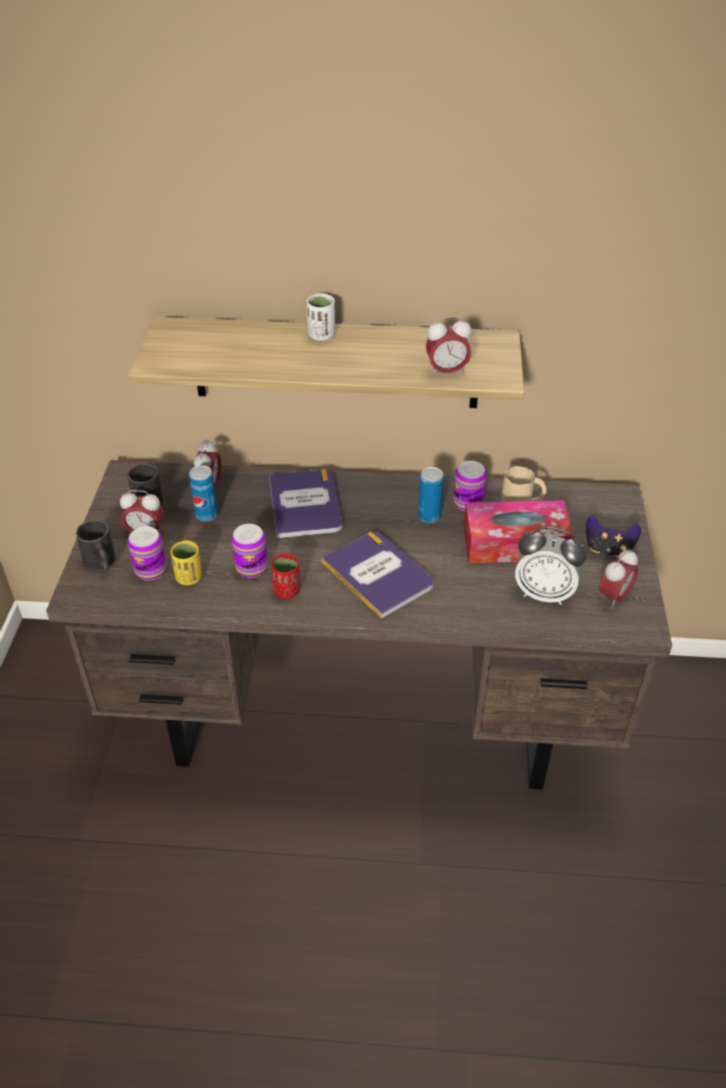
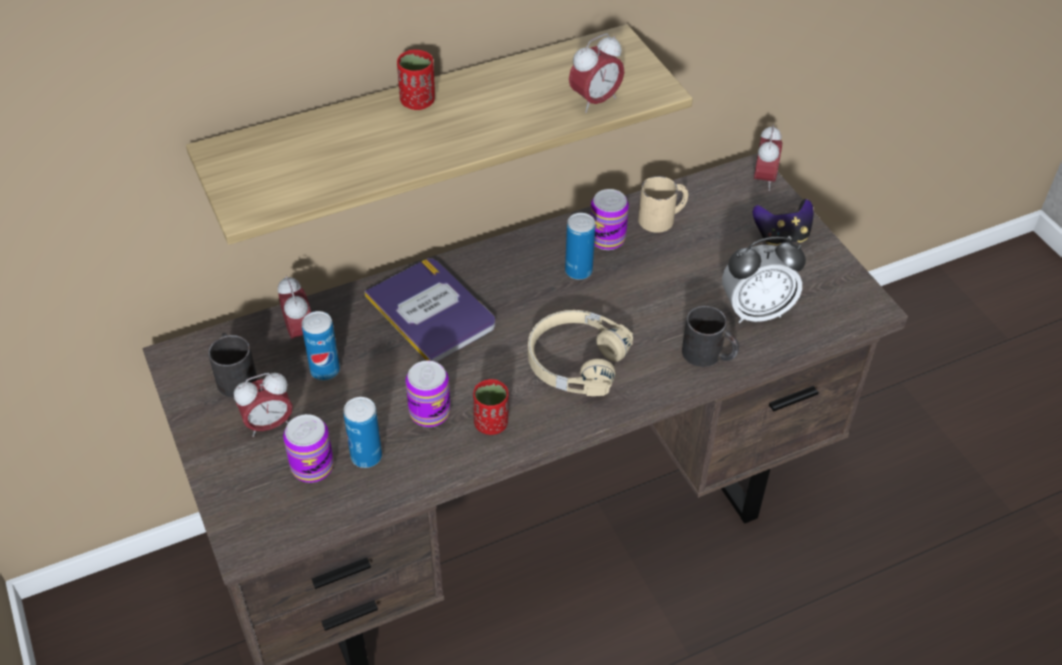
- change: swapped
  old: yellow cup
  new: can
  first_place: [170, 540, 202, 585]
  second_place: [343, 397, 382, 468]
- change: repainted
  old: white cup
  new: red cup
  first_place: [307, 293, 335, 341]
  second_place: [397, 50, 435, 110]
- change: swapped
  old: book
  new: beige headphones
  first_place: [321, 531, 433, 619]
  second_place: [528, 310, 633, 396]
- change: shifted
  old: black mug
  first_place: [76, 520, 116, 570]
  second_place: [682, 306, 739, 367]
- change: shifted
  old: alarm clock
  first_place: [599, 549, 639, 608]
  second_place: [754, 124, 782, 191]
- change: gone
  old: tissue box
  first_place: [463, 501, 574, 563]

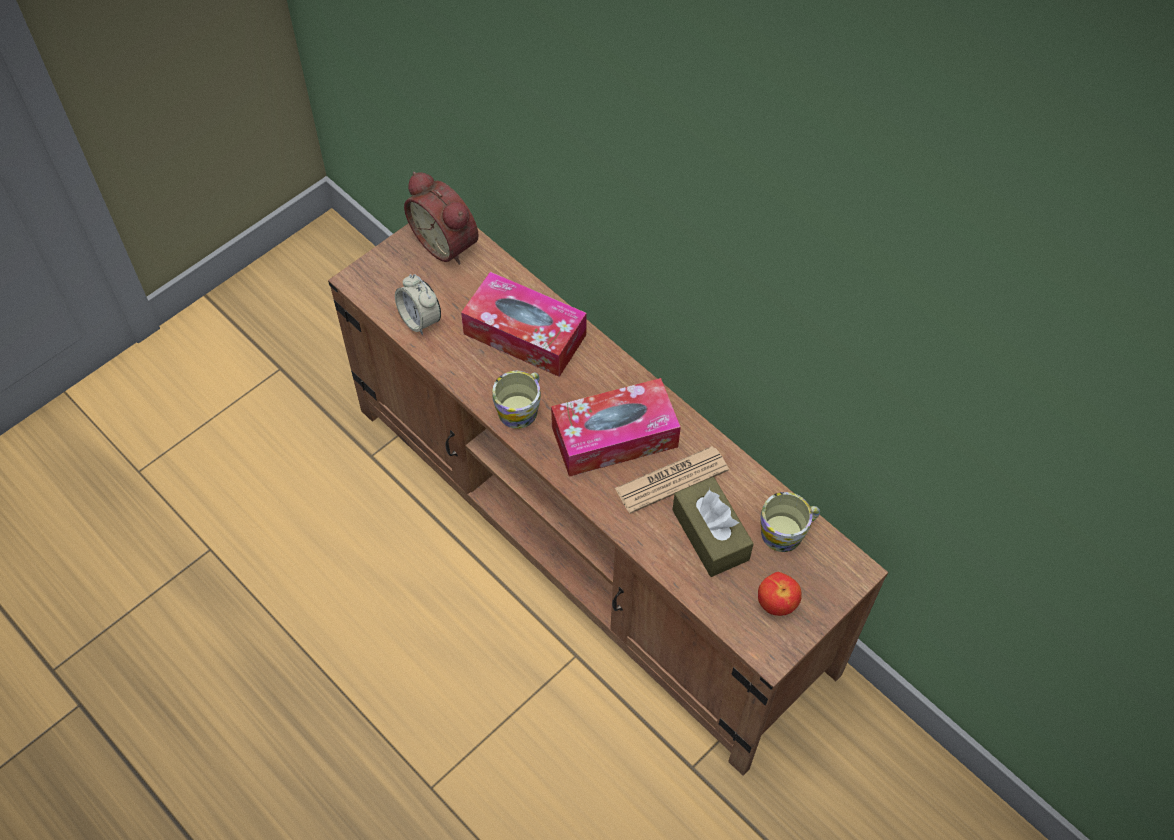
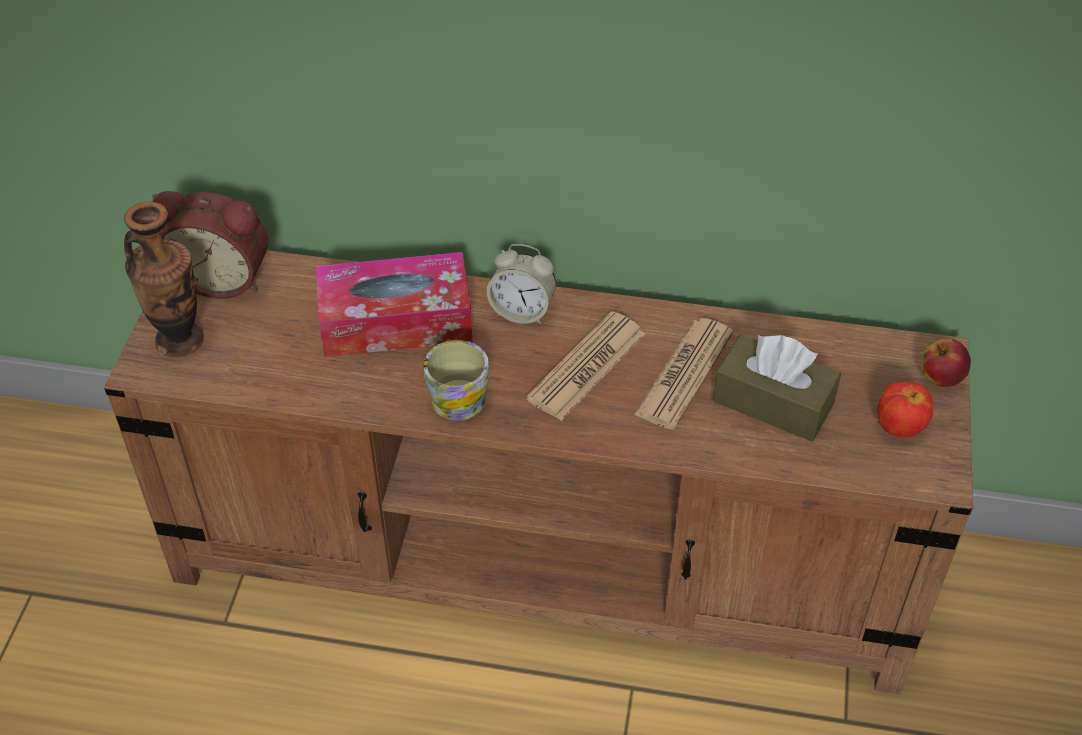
- change: new
  new: vase
  second_place: [124, 202, 204, 358]
- change: shifted
  old: alarm clock
  first_place: [395, 274, 441, 335]
  second_place: [487, 244, 556, 324]
- change: swapped
  old: tissue box
  new: newspaper
  first_place: [551, 378, 681, 476]
  second_place: [526, 311, 645, 421]
- change: new
  new: apple
  second_place: [922, 338, 971, 387]
- change: gone
  old: mug
  first_place: [760, 492, 820, 552]

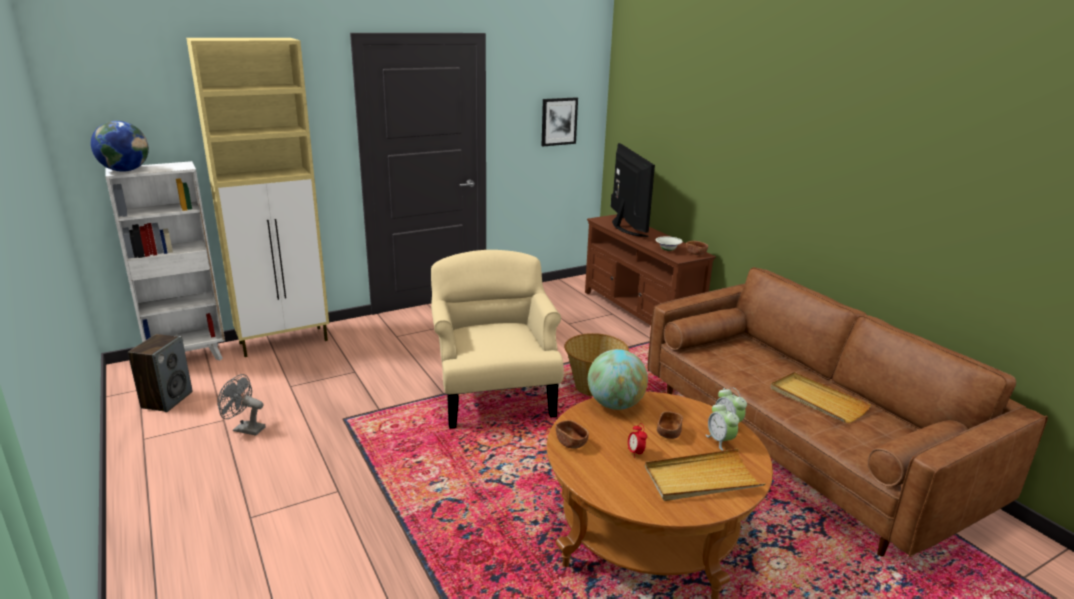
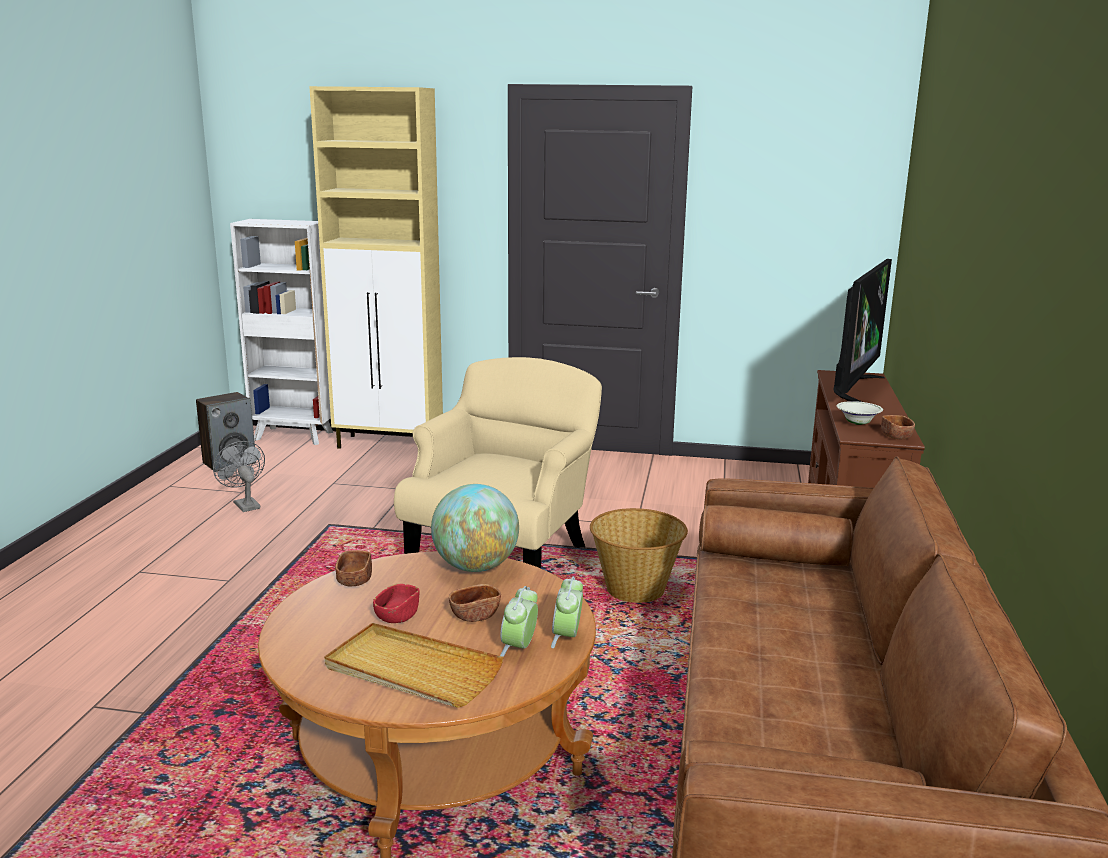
- change: swapped
  old: alarm clock
  new: red bowl
  first_place: [627, 423, 647, 458]
  second_place: [373, 584, 420, 623]
- change: gone
  old: globe
  first_place: [91, 121, 149, 172]
- change: gone
  old: picture
  first_place: [542, 97, 578, 146]
- change: gone
  old: beige tray
  first_place: [771, 372, 871, 423]

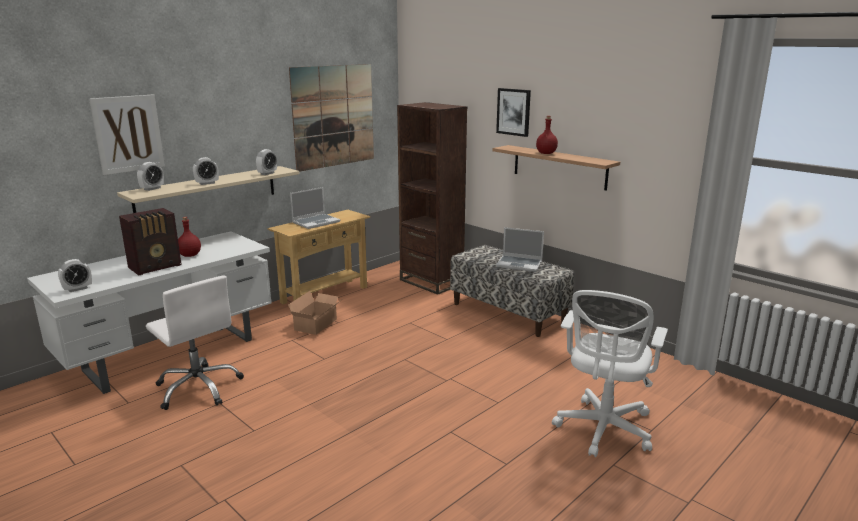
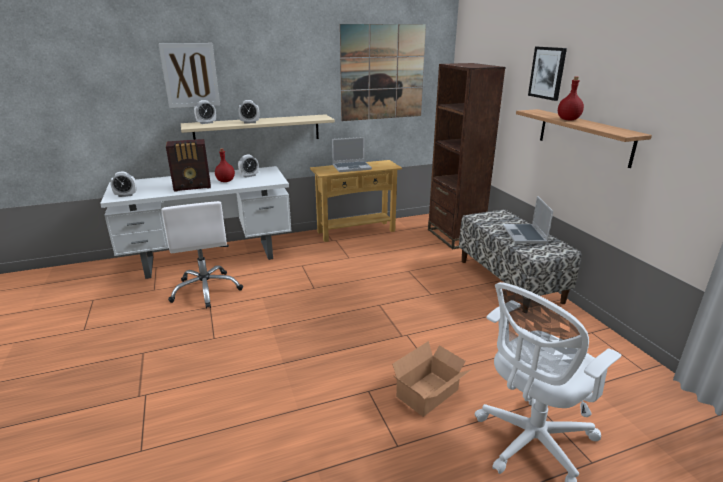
- change: shifted
  old: alarm clock
  first_place: [256, 149, 277, 175]
  second_place: [238, 154, 259, 178]
- change: shifted
  old: cardboard box
  first_place: [288, 291, 341, 335]
  second_place: [392, 341, 471, 417]
- change: rotated
  old: laptop
  first_place: [496, 227, 544, 272]
  second_place: [503, 196, 553, 243]
  degrees: 45

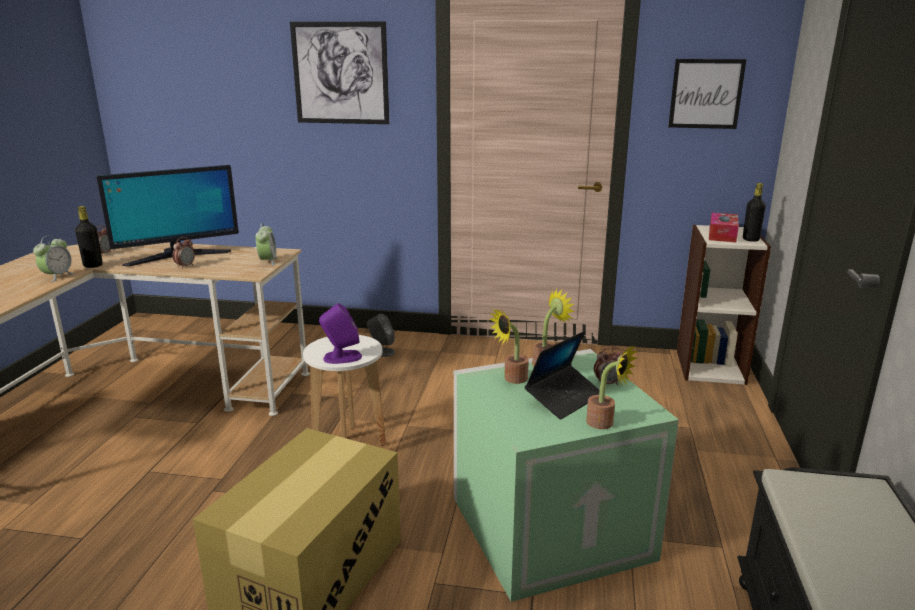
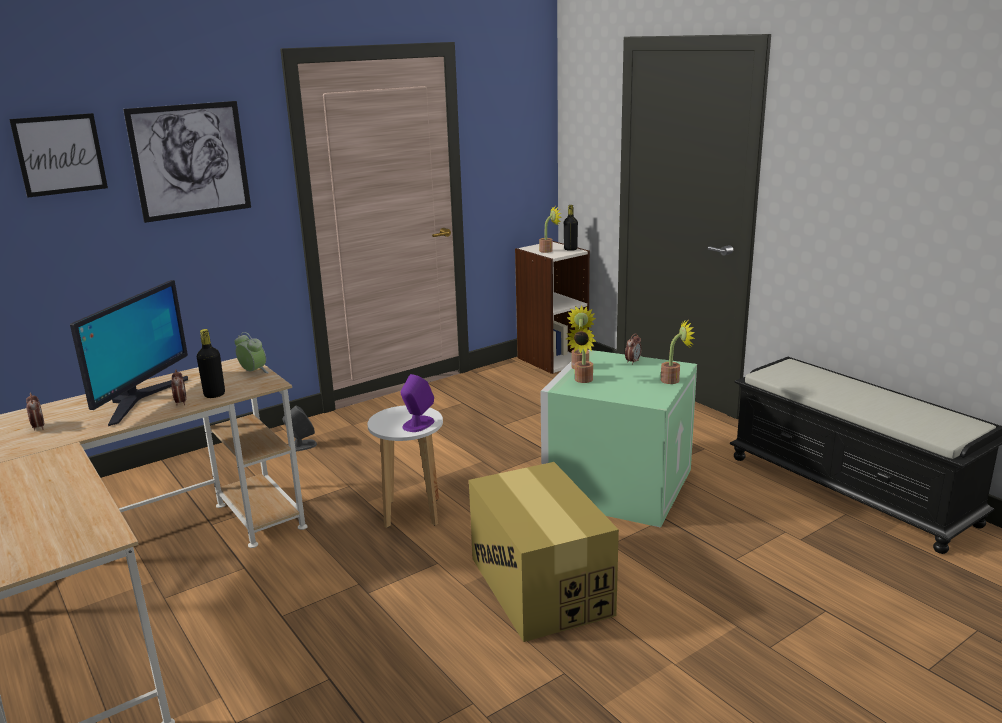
- change: shifted
  old: picture
  first_place: [668, 59, 746, 129]
  second_place: [9, 113, 108, 197]
- change: shifted
  old: black bottle
  first_place: [75, 206, 103, 268]
  second_place: [197, 329, 225, 398]
- change: swapped
  old: tissue box
  new: potted plant
  first_place: [709, 212, 739, 242]
  second_place: [539, 206, 562, 253]
- change: gone
  old: alarm clock
  first_place: [33, 235, 75, 282]
- change: gone
  old: laptop
  first_place: [525, 331, 600, 420]

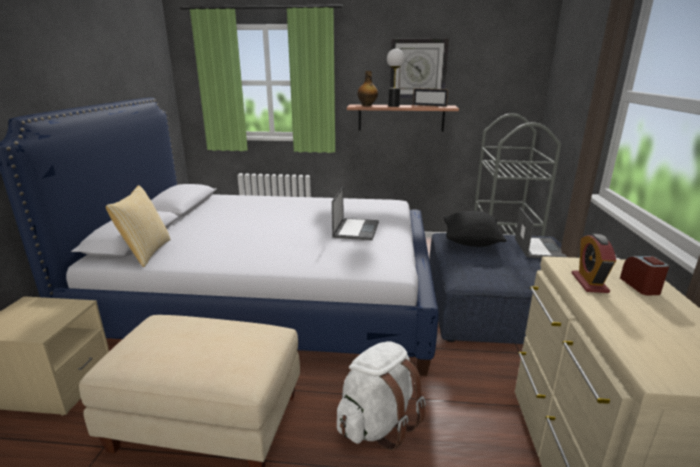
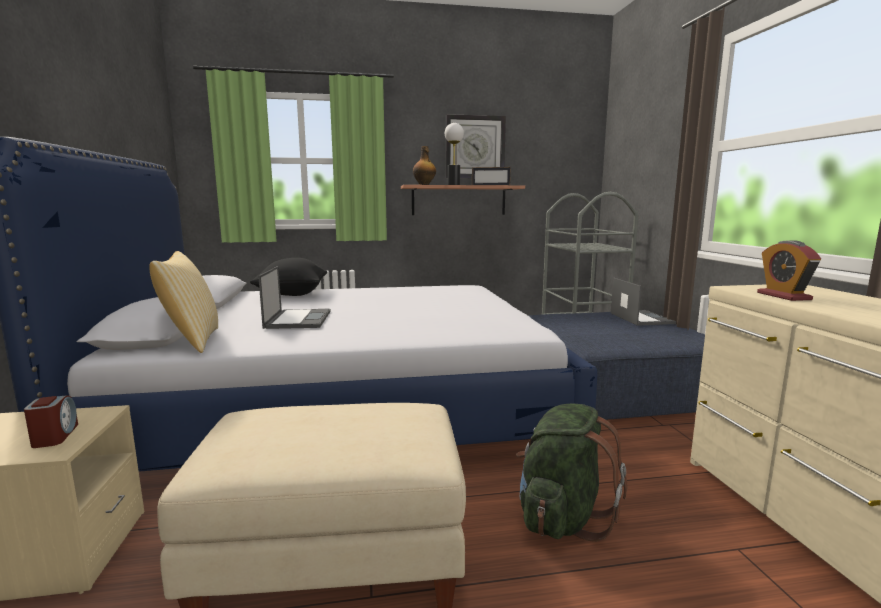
- change: shifted
  old: alarm clock
  first_place: [620, 256, 669, 295]
  second_place: [24, 395, 78, 448]
- change: shifted
  old: black pillow
  first_place: [443, 211, 506, 247]
  second_place: [250, 258, 327, 296]
- change: shifted
  old: laptop
  first_place: [332, 187, 379, 241]
  second_place: [258, 266, 331, 329]
- change: repainted
  old: white backpack
  new: green backpack
  first_place: [337, 341, 426, 451]
  second_place: [516, 403, 627, 542]

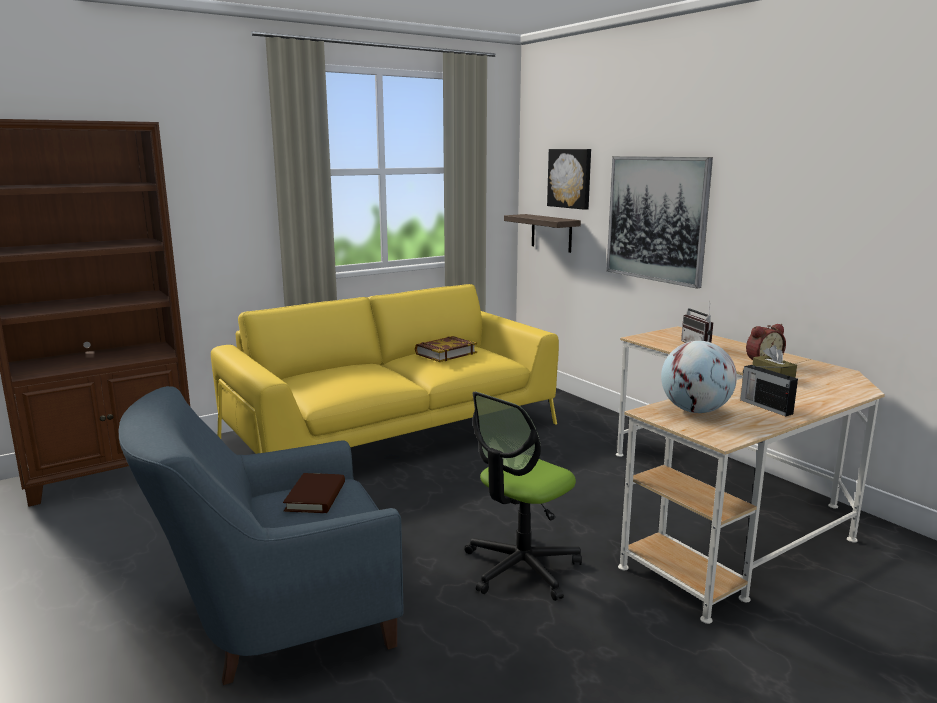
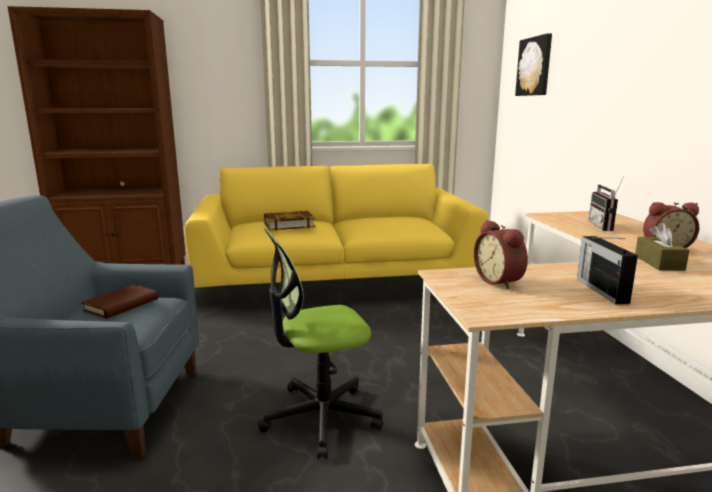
- change: shifted
  old: book
  first_place: [415, 336, 477, 362]
  second_place: [264, 211, 316, 231]
- change: swapped
  old: globe
  new: alarm clock
  first_place: [661, 341, 737, 413]
  second_place: [474, 220, 528, 289]
- change: gone
  old: shelf
  first_place: [504, 214, 581, 253]
- change: gone
  old: picture
  first_place: [606, 156, 713, 289]

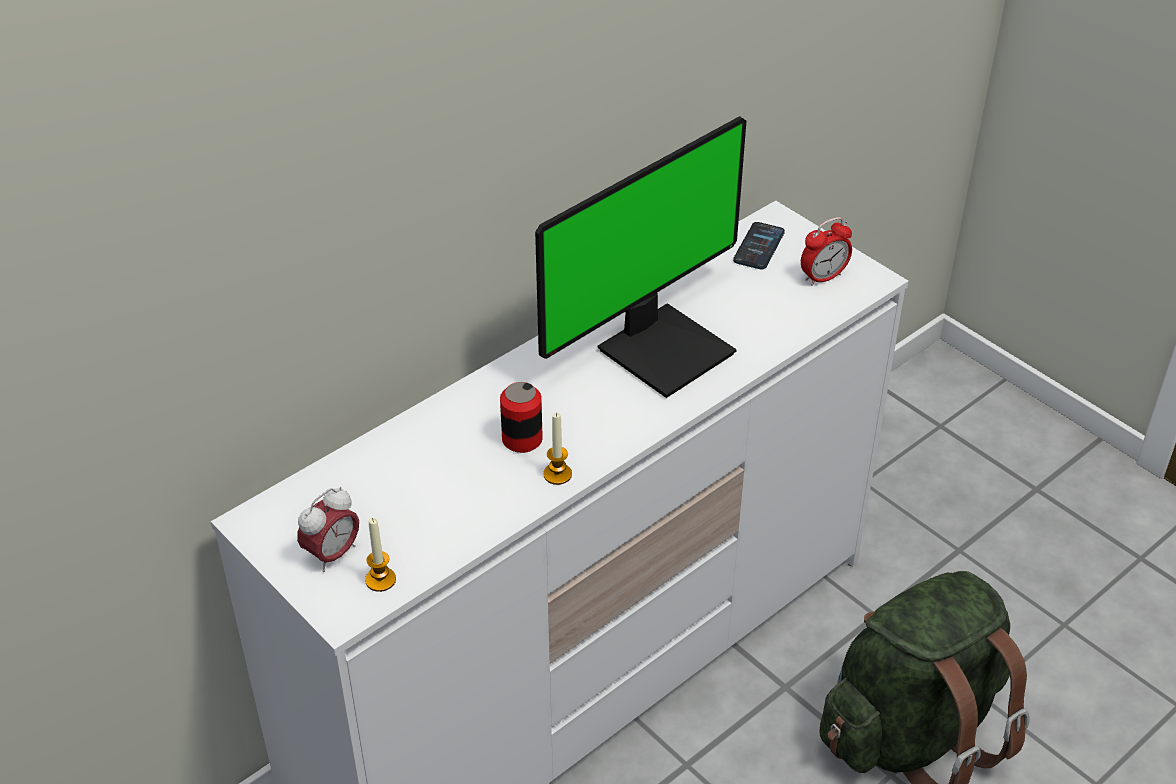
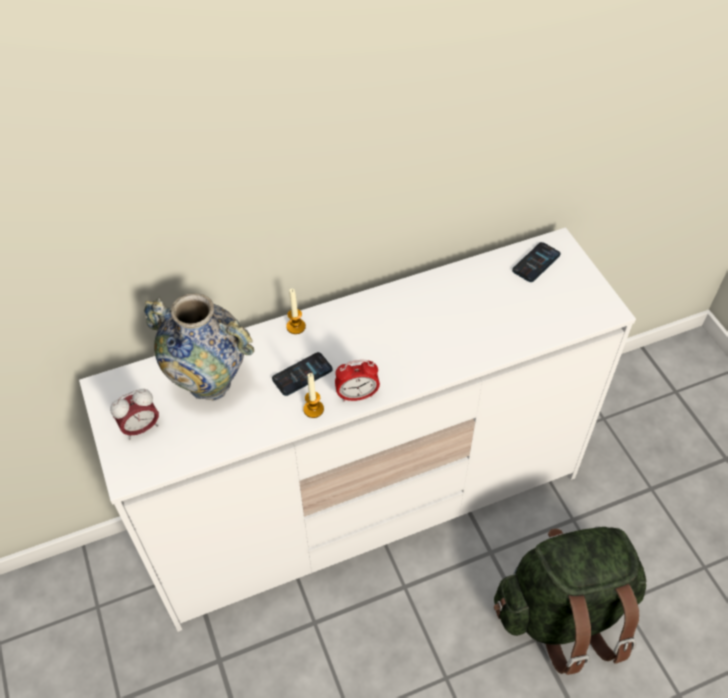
- change: new
  new: vase
  second_place: [144, 293, 254, 400]
- change: swapped
  old: can
  new: phone
  first_place: [500, 382, 543, 453]
  second_place: [272, 352, 332, 396]
- change: shifted
  old: candle
  first_place: [365, 517, 396, 592]
  second_place: [286, 289, 306, 334]
- change: shifted
  old: alarm clock
  first_place: [801, 217, 852, 286]
  second_place: [335, 360, 380, 401]
- change: gone
  old: monitor
  first_place: [535, 116, 746, 398]

